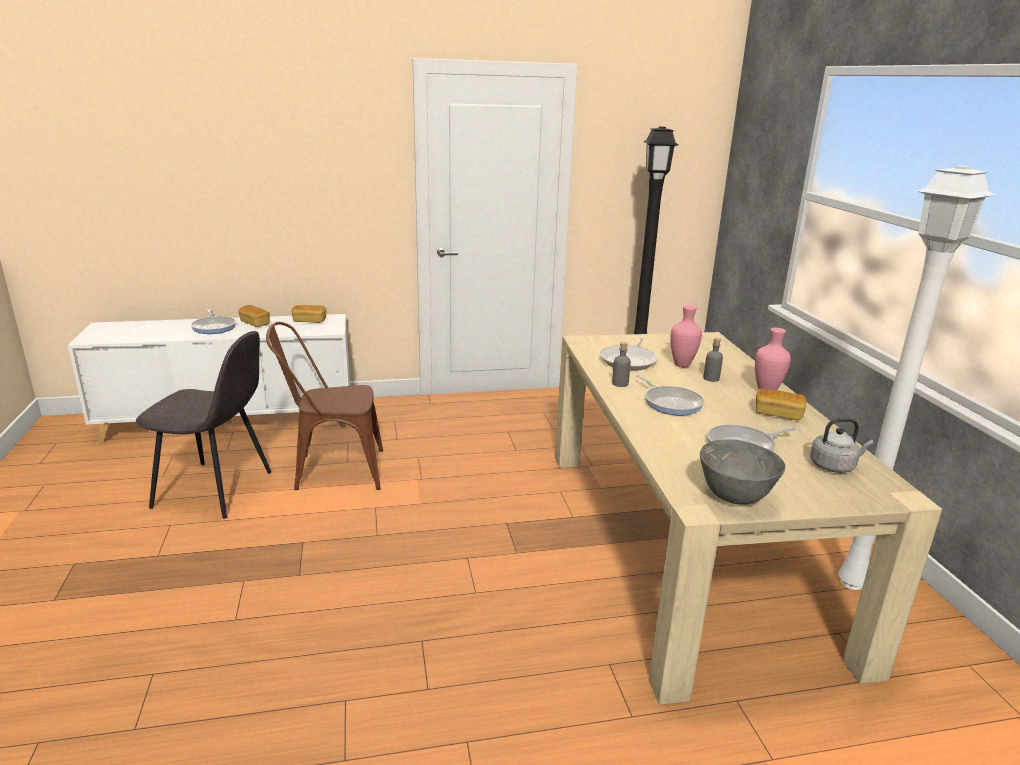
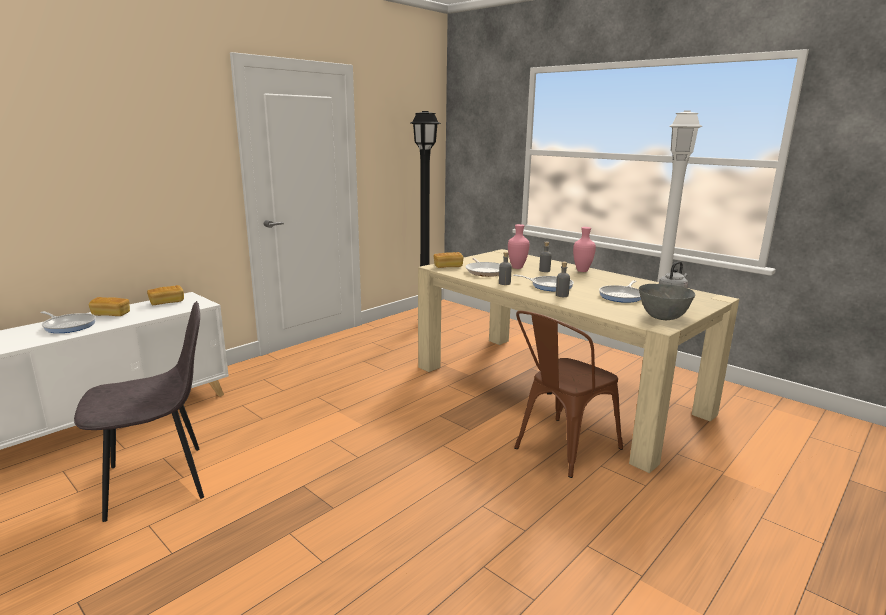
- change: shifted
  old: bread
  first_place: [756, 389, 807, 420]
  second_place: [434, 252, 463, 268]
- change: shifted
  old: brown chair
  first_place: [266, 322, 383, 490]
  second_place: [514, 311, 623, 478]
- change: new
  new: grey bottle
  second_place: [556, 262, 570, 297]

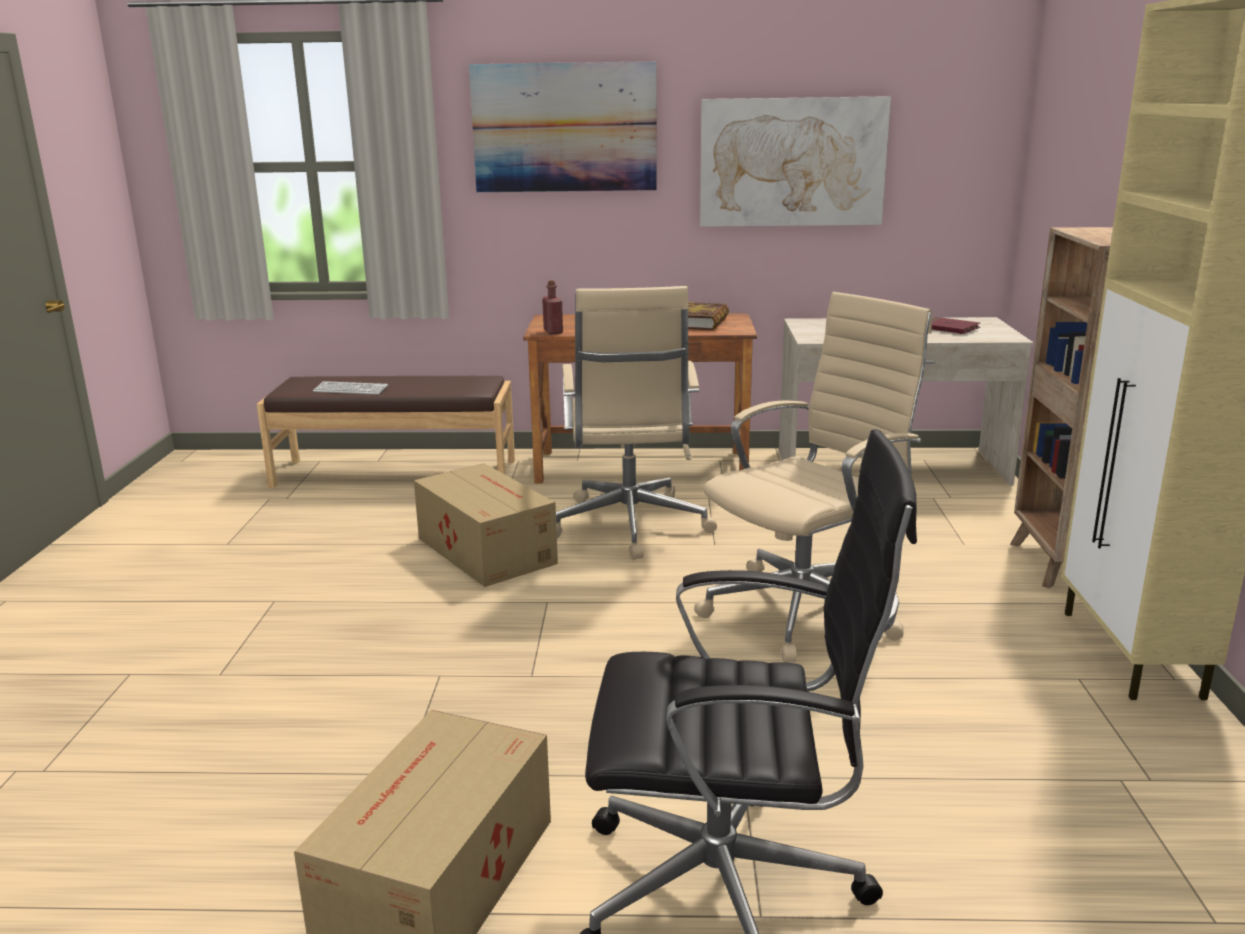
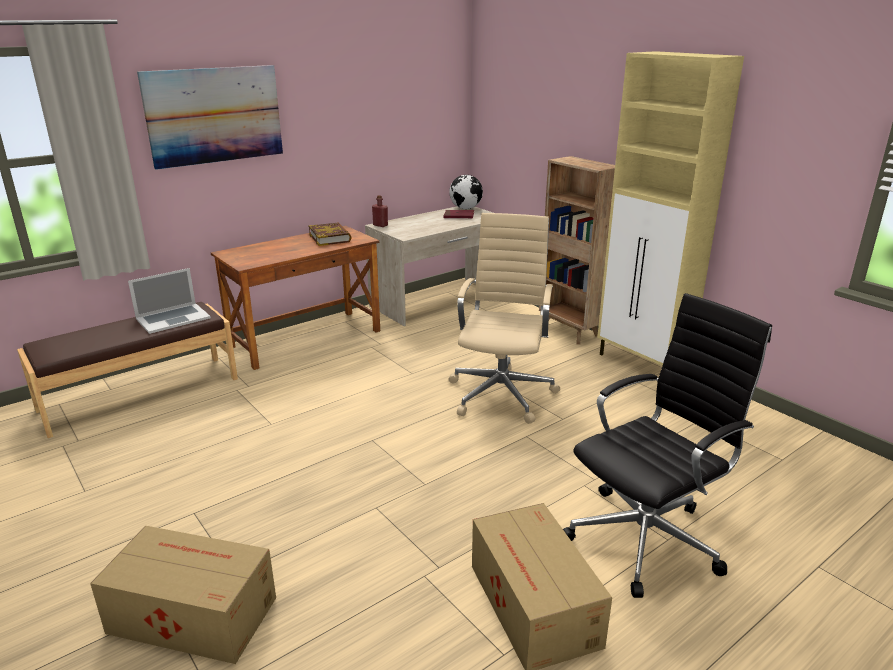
- change: shifted
  old: cardboard box
  first_place: [414, 463, 558, 587]
  second_place: [90, 526, 276, 664]
- change: new
  new: laptop
  second_place: [128, 268, 211, 334]
- change: shifted
  old: red bottle
  first_place: [542, 280, 563, 334]
  second_place: [372, 195, 388, 227]
- change: new
  new: globe
  second_place: [449, 175, 483, 209]
- change: gone
  old: keyboard
  first_place: [313, 381, 388, 395]
- change: gone
  old: beige office chair
  first_place: [556, 286, 717, 560]
- change: gone
  old: picture
  first_place: [700, 96, 891, 227]

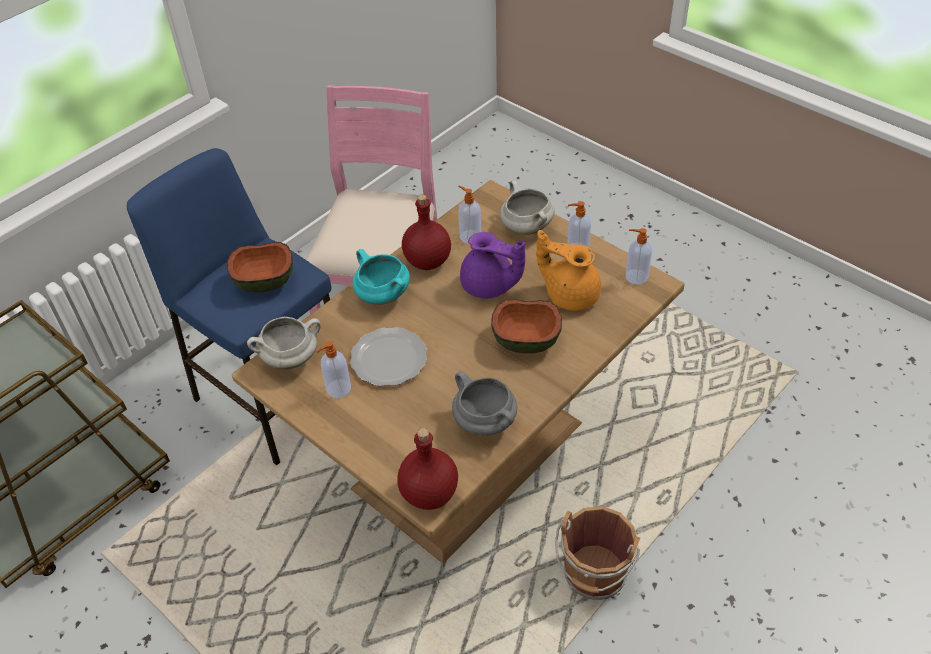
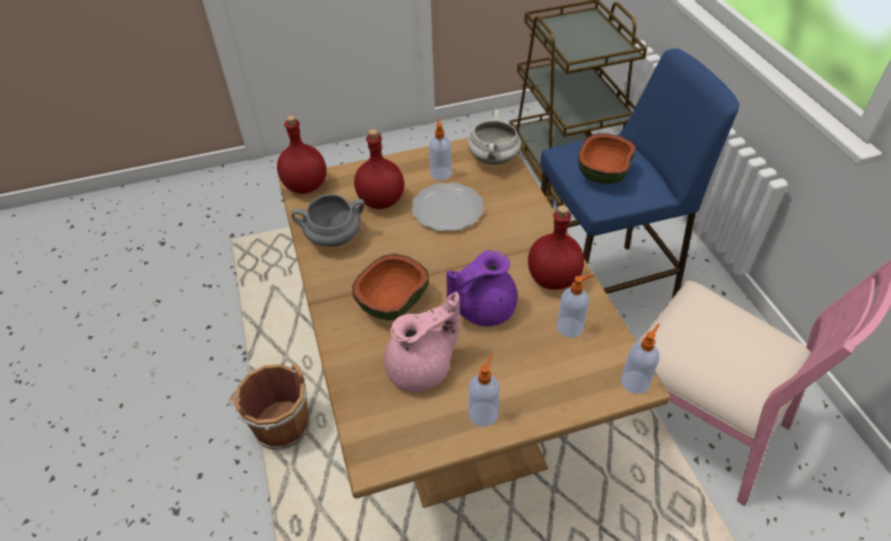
- change: new
  new: red bottle
  second_place: [354, 129, 404, 209]
- change: repainted
  old: orange teapot
  new: pink teapot
  first_place: [536, 230, 601, 311]
  second_place: [384, 292, 460, 392]
- change: shifted
  old: soap dispenser
  first_place: [625, 228, 652, 285]
  second_place: [621, 323, 660, 394]
- change: gone
  old: turquoise cooking pot
  first_place: [353, 249, 410, 305]
- change: gone
  old: white cooking pot
  first_place: [500, 180, 555, 235]

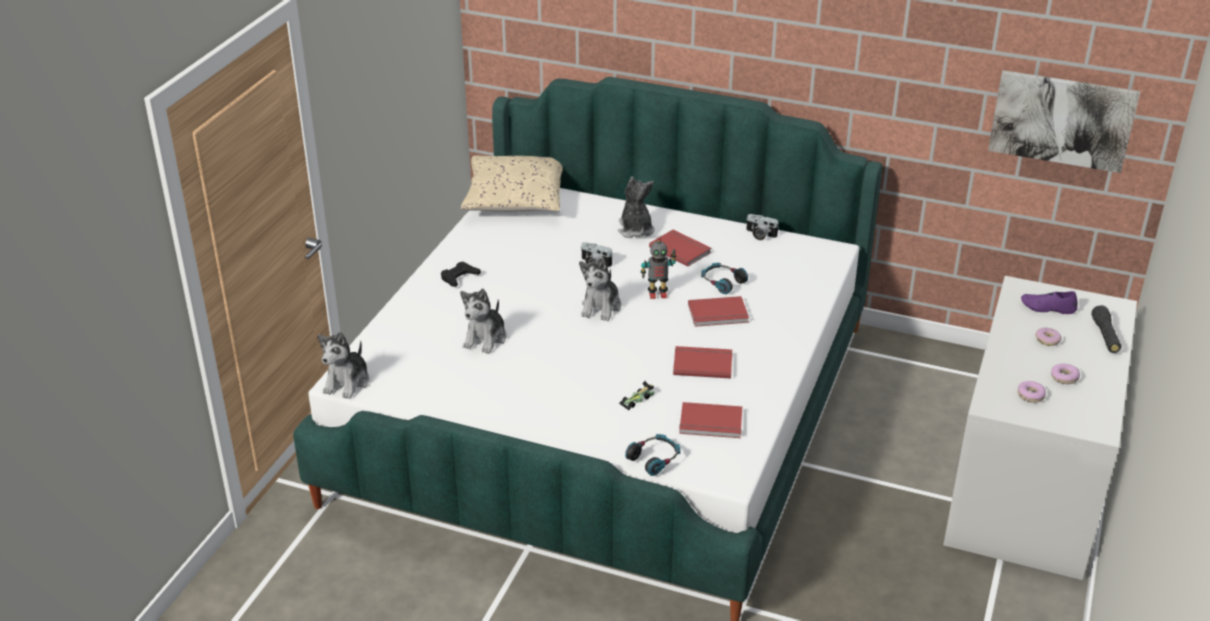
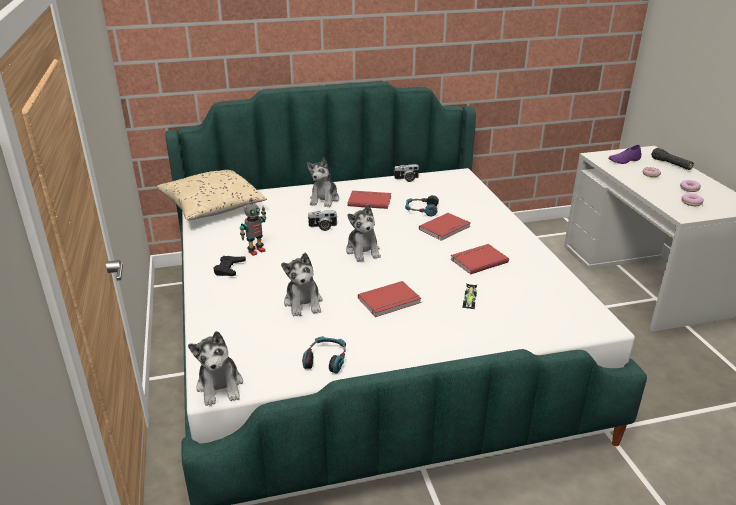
- change: shifted
  old: toy robot
  first_place: [641, 237, 676, 299]
  second_place: [240, 199, 266, 256]
- change: shifted
  old: headphones
  first_place: [625, 434, 680, 476]
  second_place: [302, 336, 346, 374]
- change: rotated
  old: plush toy
  first_place: [618, 176, 654, 238]
  second_place: [307, 158, 339, 207]
  degrees: -120
- change: shifted
  old: red book
  first_place: [679, 402, 742, 438]
  second_place: [358, 281, 421, 317]
- change: gone
  old: picture
  first_place: [988, 70, 1140, 173]

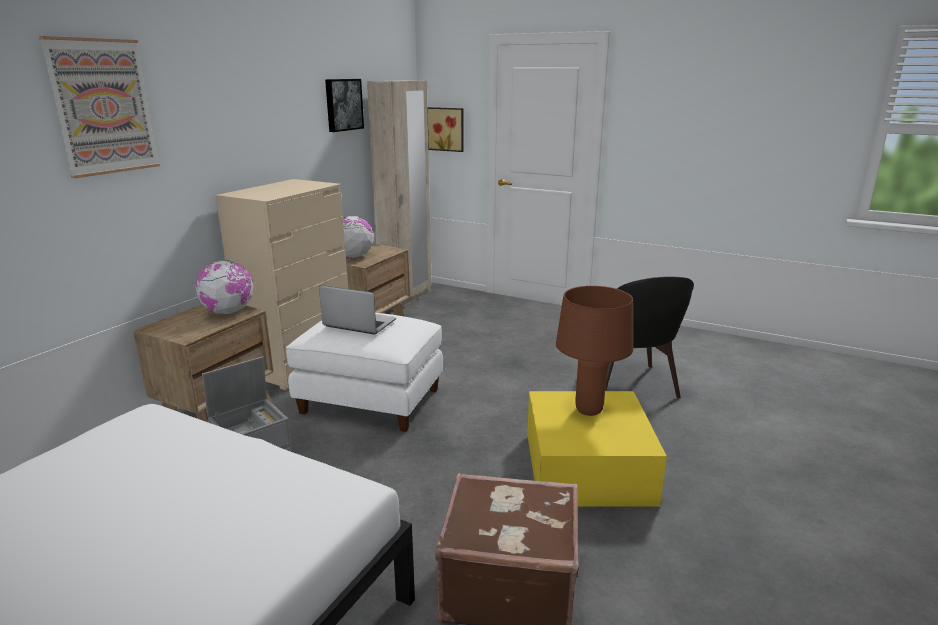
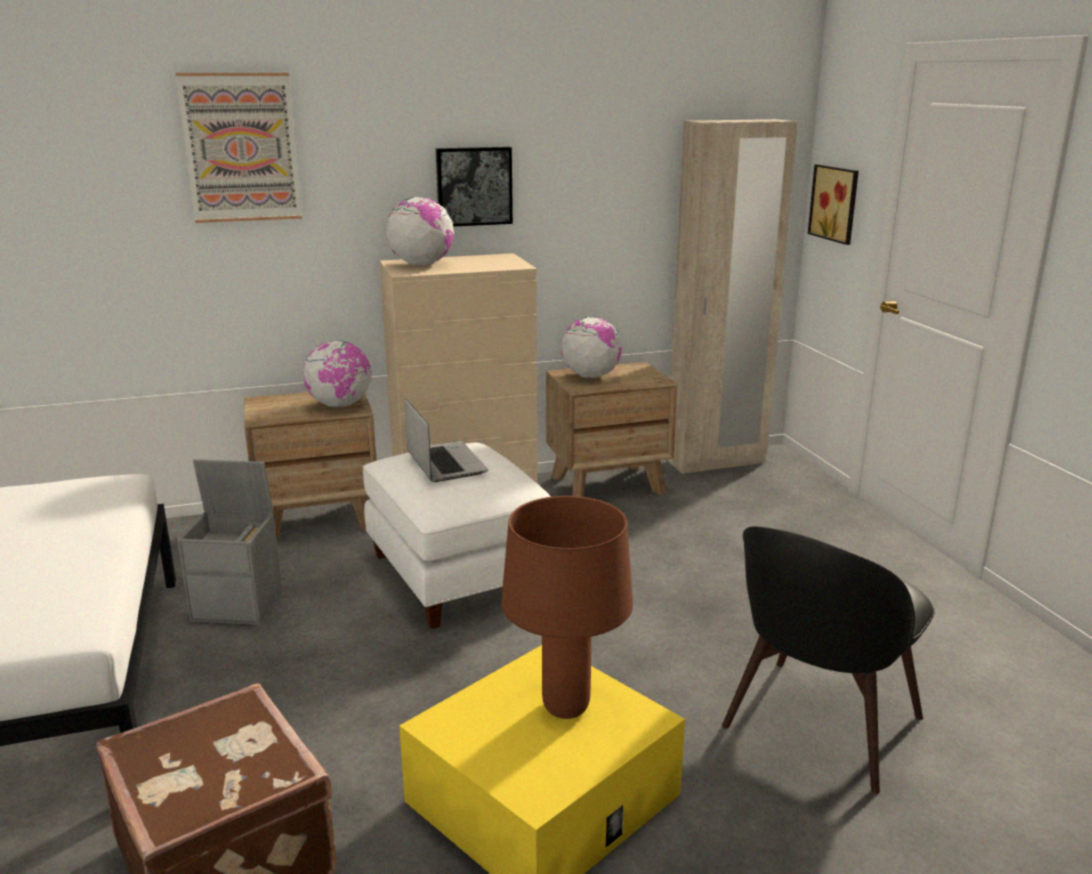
- change: new
  new: globe
  second_place: [386, 197, 454, 266]
- change: shifted
  old: picture
  first_place: [325, 79, 364, 132]
  second_place: [436, 147, 513, 227]

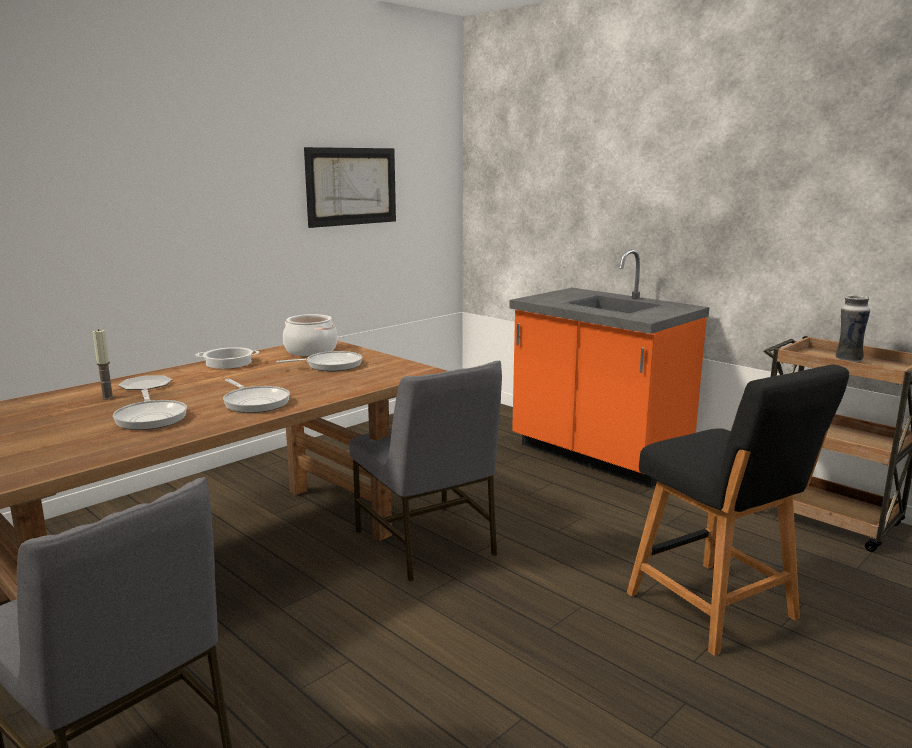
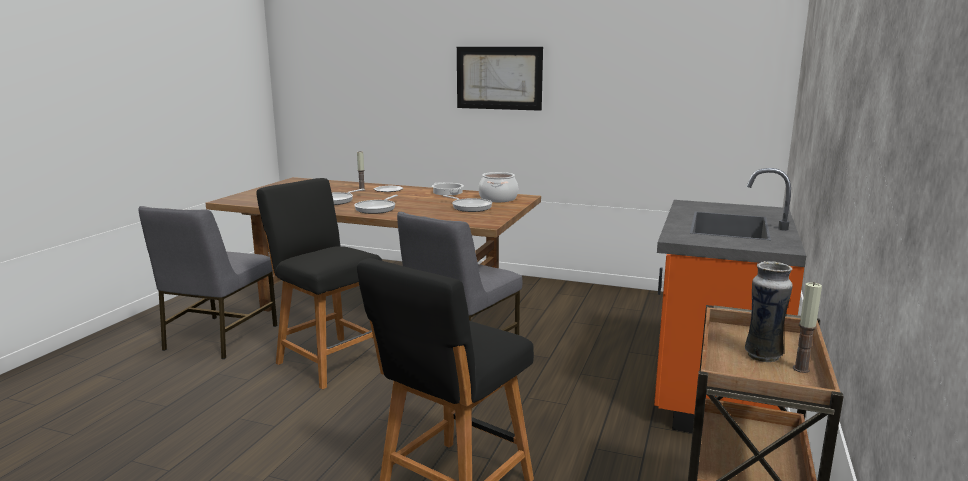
- change: new
  new: black stool
  second_place: [257, 178, 382, 389]
- change: shifted
  old: picture
  first_place: [304, 147, 396, 228]
  second_place: [457, 47, 543, 111]
- change: new
  new: candle
  second_place: [793, 282, 822, 373]

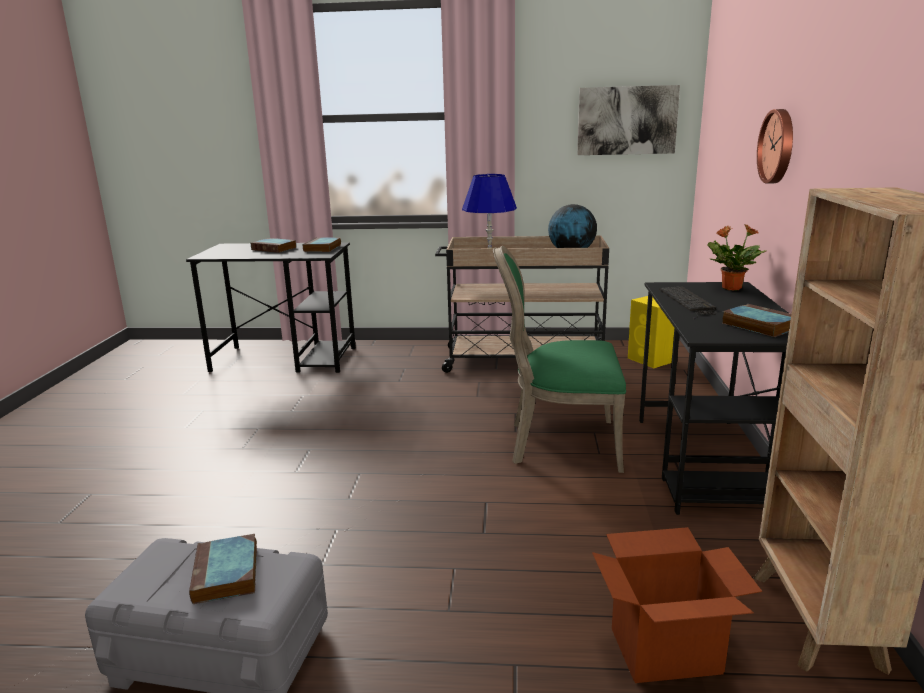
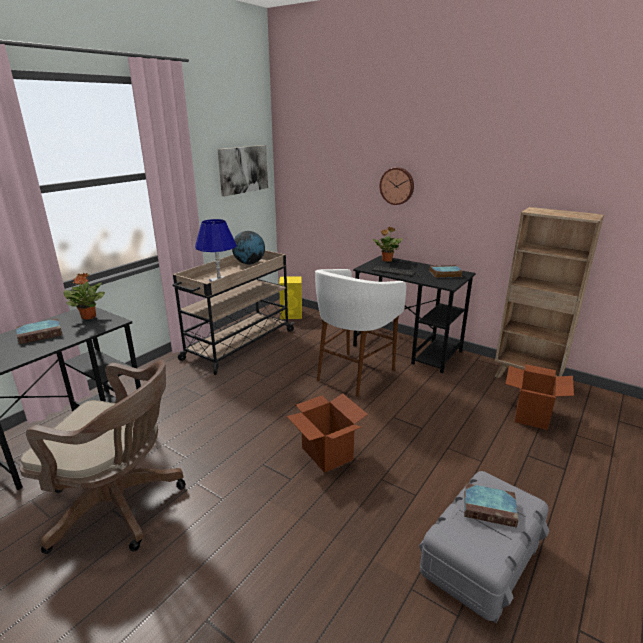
- change: new
  new: brown office chair
  second_place: [20, 360, 186, 554]
- change: swapped
  old: book
  new: potted plant
  first_place: [303, 237, 341, 252]
  second_place: [63, 273, 105, 320]
- change: new
  new: cardboard box
  second_place: [287, 393, 368, 473]
- change: swapped
  old: green chair
  new: white stool
  first_place: [493, 246, 626, 473]
  second_place: [315, 269, 406, 396]

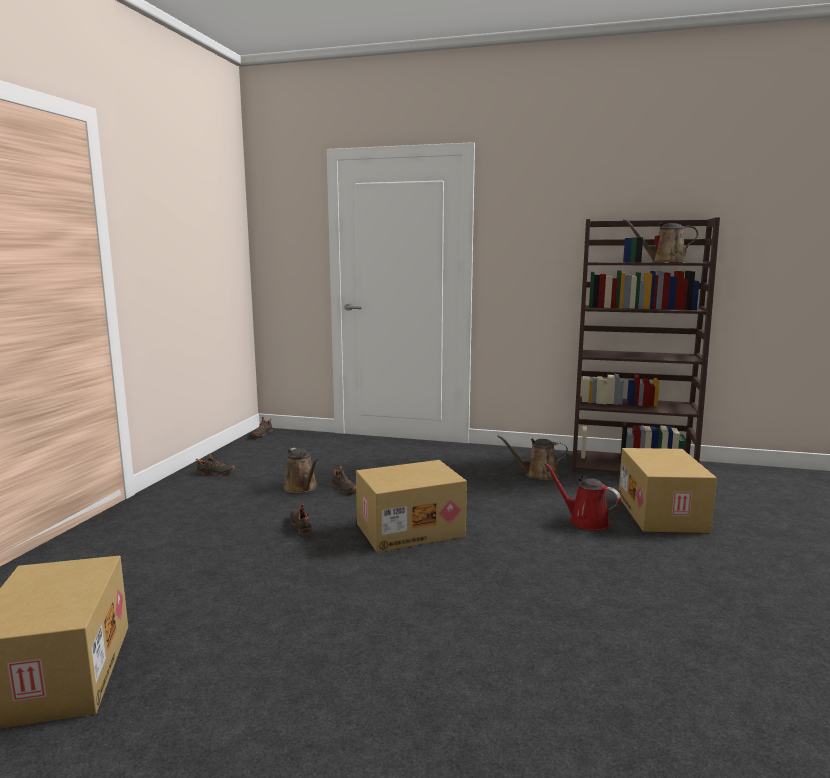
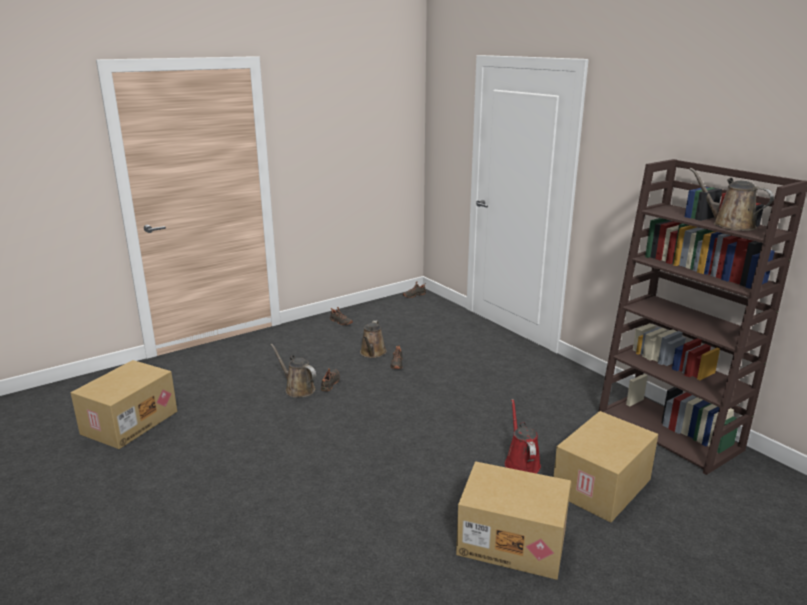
- change: shifted
  old: brown watering can
  first_place: [497, 435, 568, 480]
  second_place: [270, 343, 316, 398]
- change: shifted
  old: cardboard box
  first_place: [356, 460, 467, 552]
  second_place: [456, 461, 571, 580]

